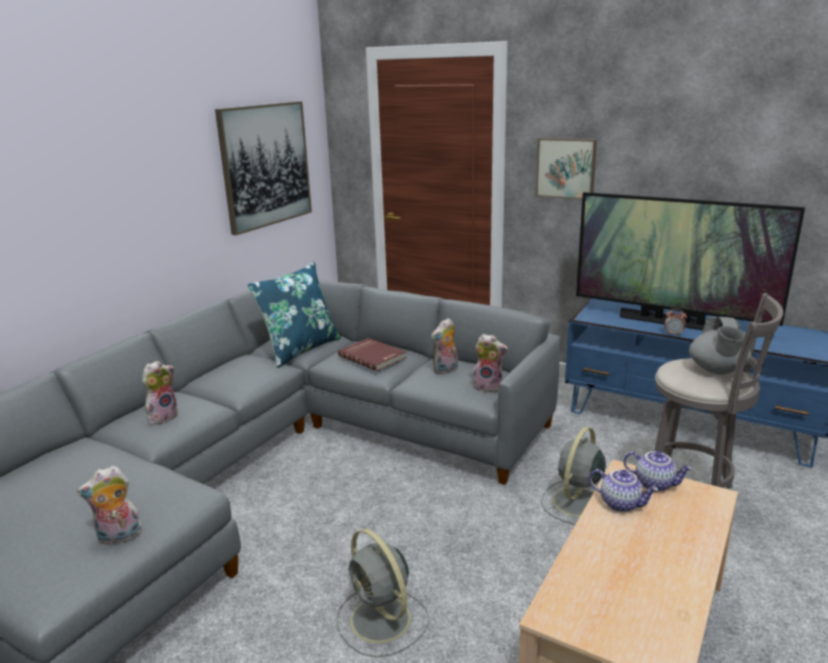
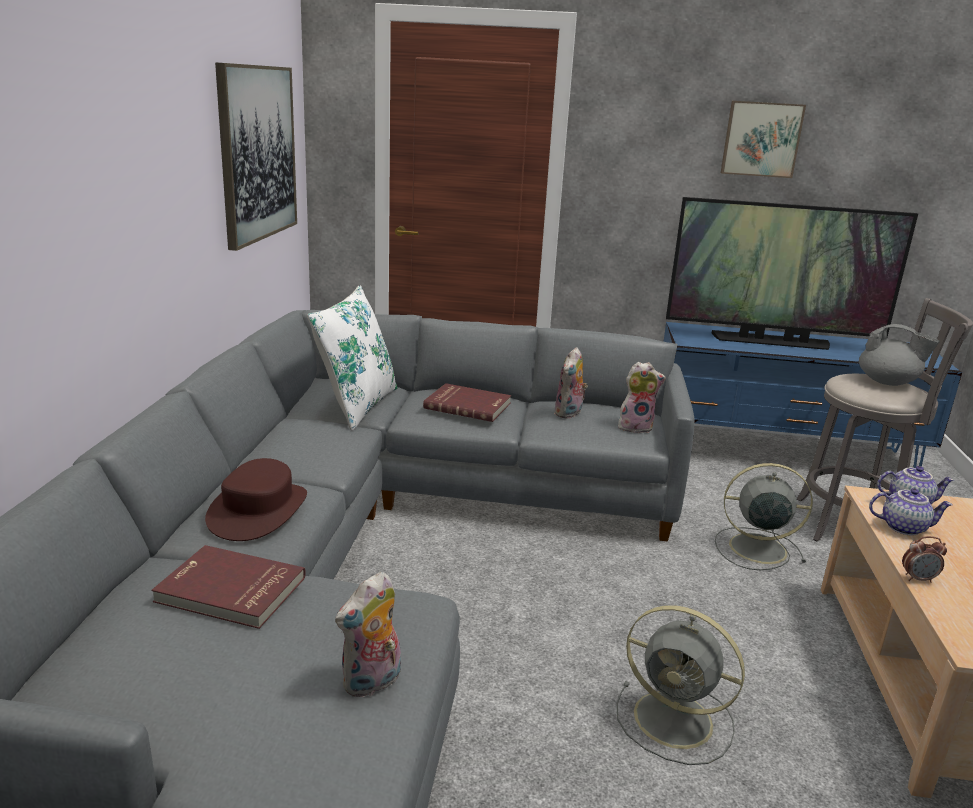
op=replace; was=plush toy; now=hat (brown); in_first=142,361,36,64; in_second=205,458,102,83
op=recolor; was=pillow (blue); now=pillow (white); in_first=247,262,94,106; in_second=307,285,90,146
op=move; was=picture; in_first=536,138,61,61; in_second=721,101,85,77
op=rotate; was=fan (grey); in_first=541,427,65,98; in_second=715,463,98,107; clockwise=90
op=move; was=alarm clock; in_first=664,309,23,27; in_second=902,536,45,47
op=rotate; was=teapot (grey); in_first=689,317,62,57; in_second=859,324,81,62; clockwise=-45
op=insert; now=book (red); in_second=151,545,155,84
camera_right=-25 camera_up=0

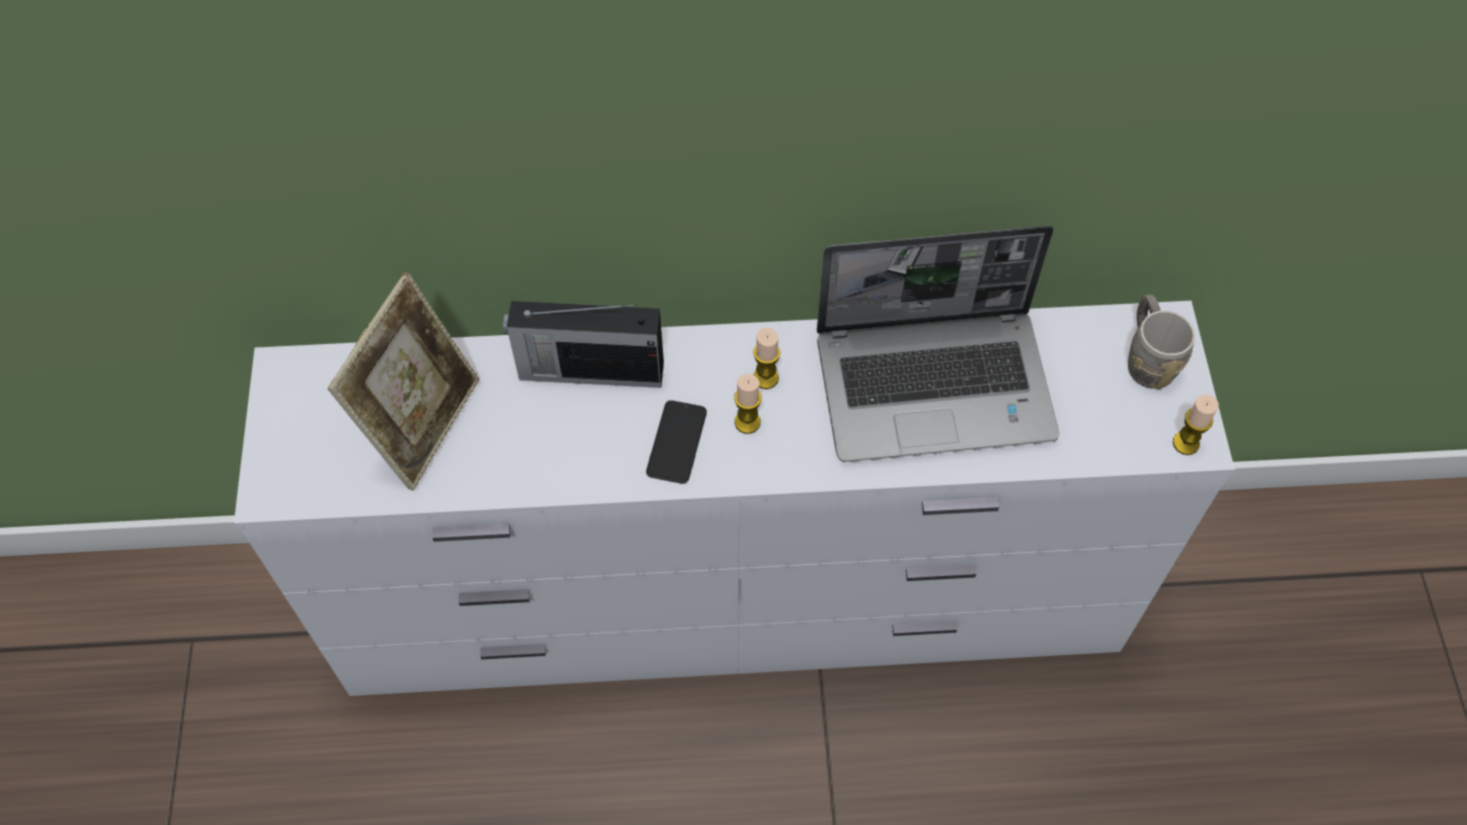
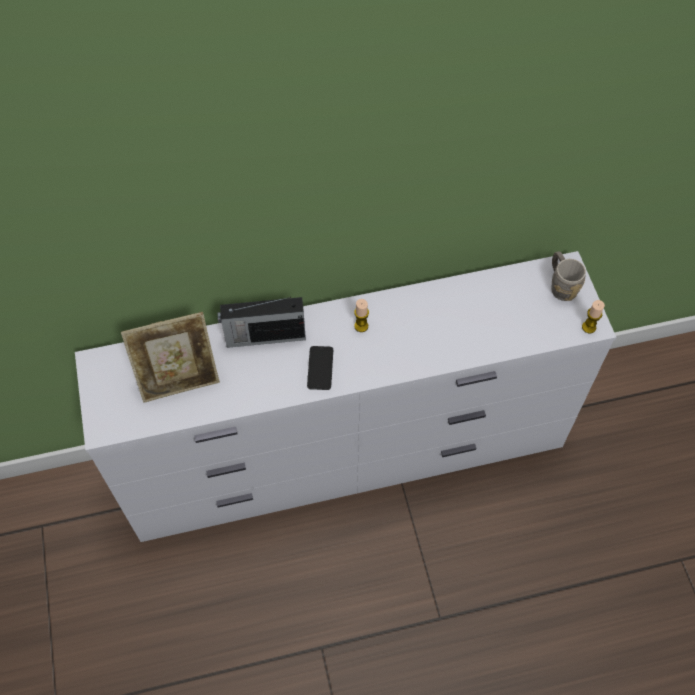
op=rotate; was=picture frame; in_first=327,273,152,217; in_second=121,312,99,91; clockwise=60
op=delete; was=candle; in_first=734,374,28,60
op=delete; was=laptop; in_first=817,226,242,236
camera_right=-10 camera_up=0

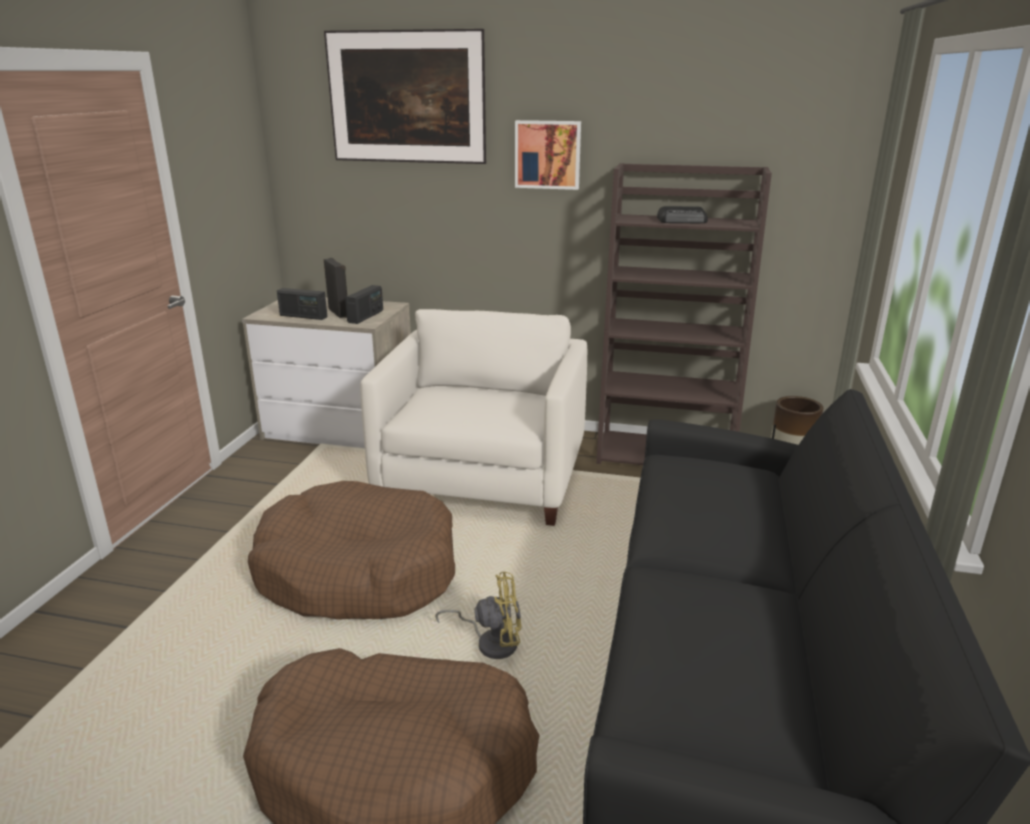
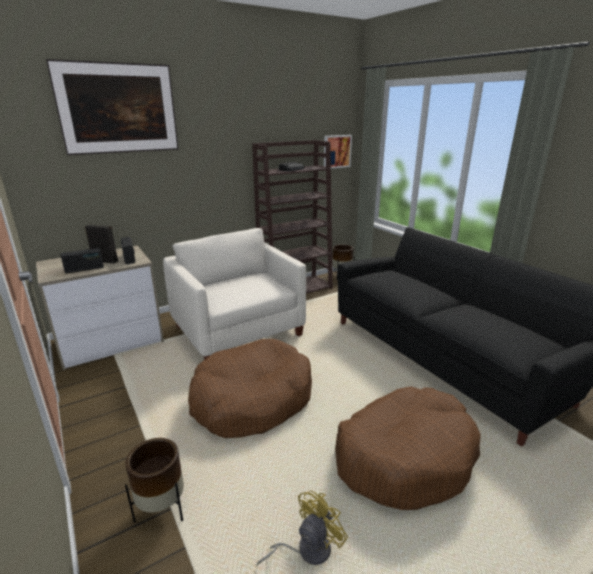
op=move; was=fan (yellow); in_first=435,572,87,87; in_second=257,491,91,75
op=move; was=picture; in_first=515,120,66,70; in_second=324,135,28,34
op=insert; now=planter (brown); in_second=125,438,59,85
camera_right=-45 camera_up=0

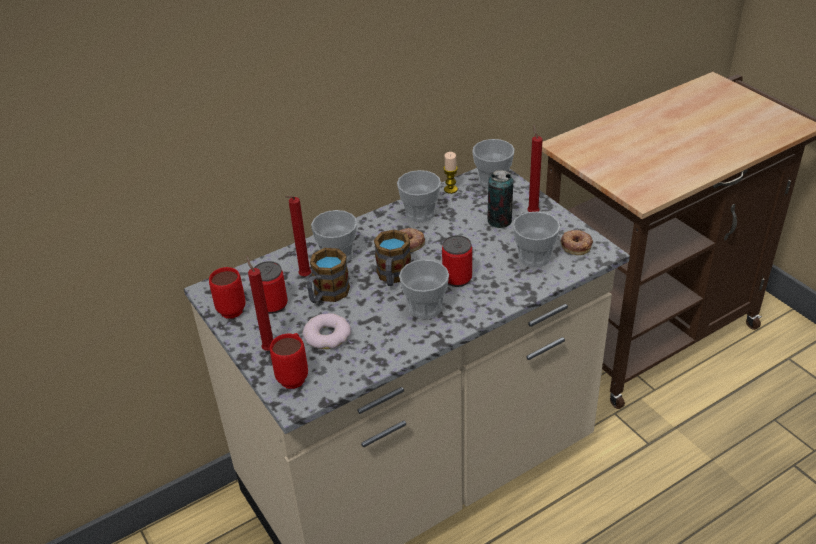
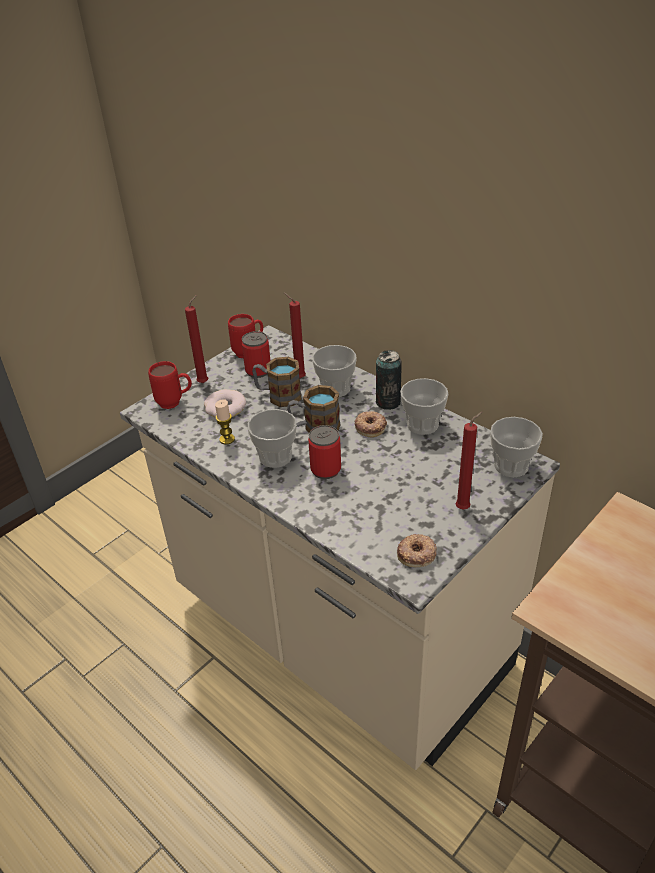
op=move; was=candle; in_first=443,152,15,42; in_second=215,399,20,46
op=move; was=can; in_first=487,170,26,58; in_second=376,350,26,60
op=delete; was=cup; in_first=512,212,48,56
camera_right=75 camera_up=0

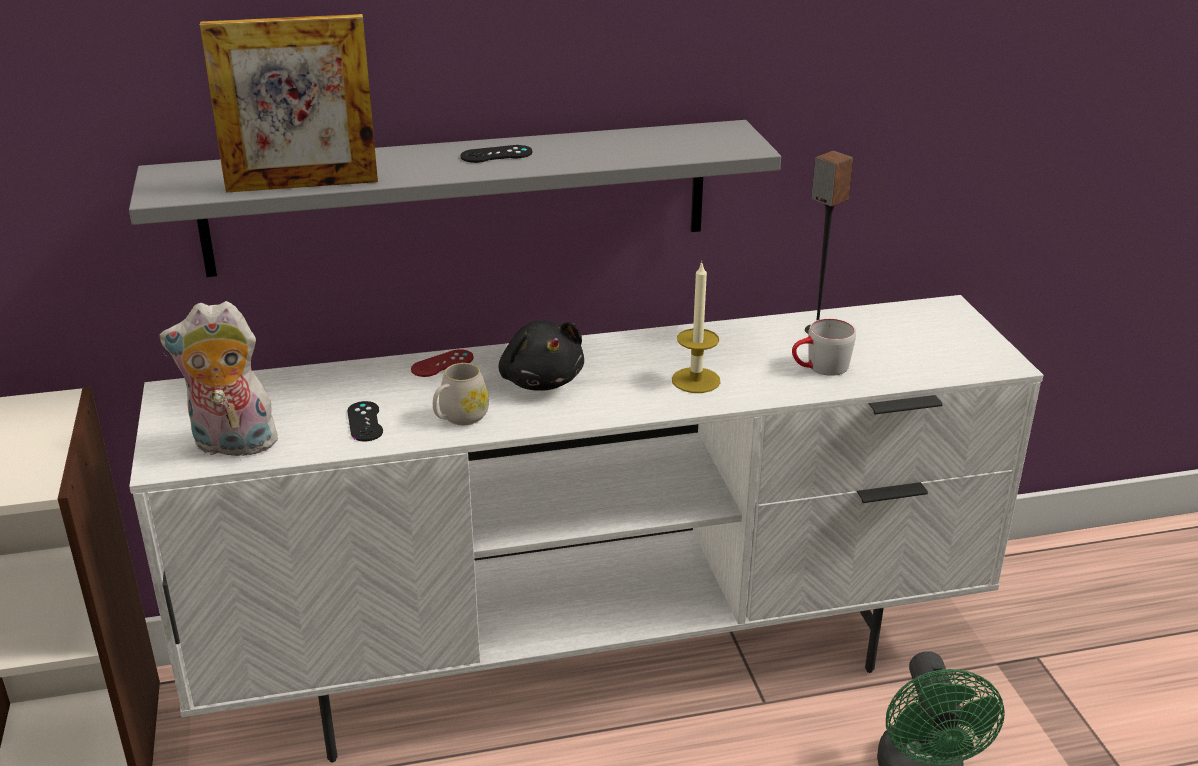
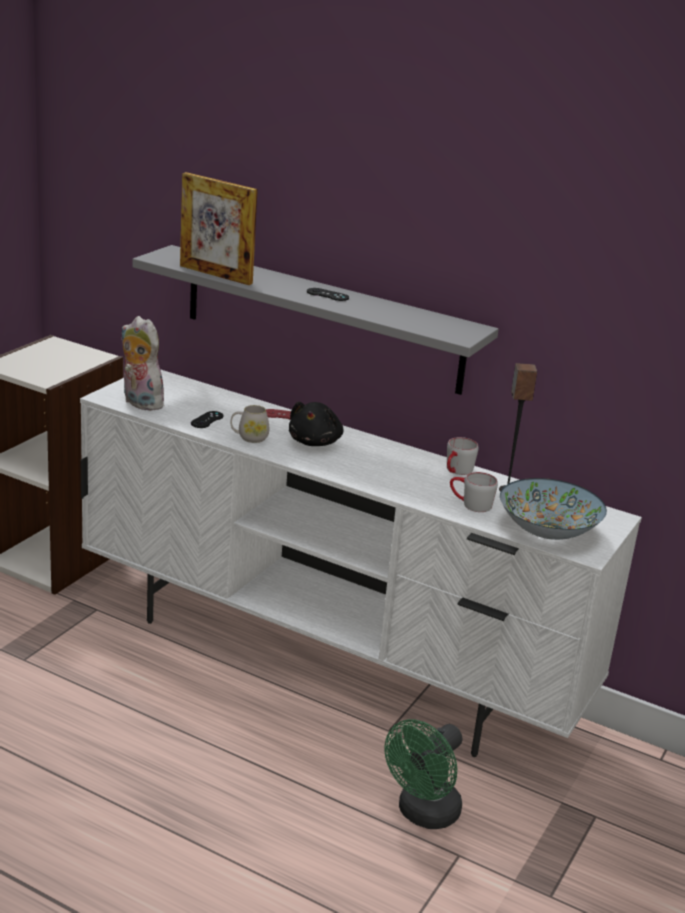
op=delete; was=candle; in_first=672,263,49,130
op=insert; now=mug (grey); in_second=447,437,32,38
op=insert; now=bowl; in_second=500,478,107,62
camera_right=40 camera_up=-5

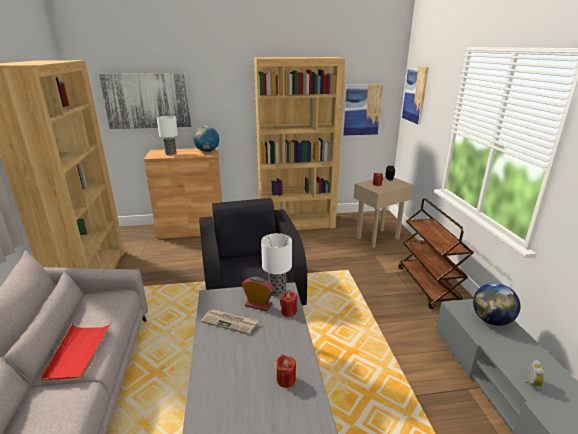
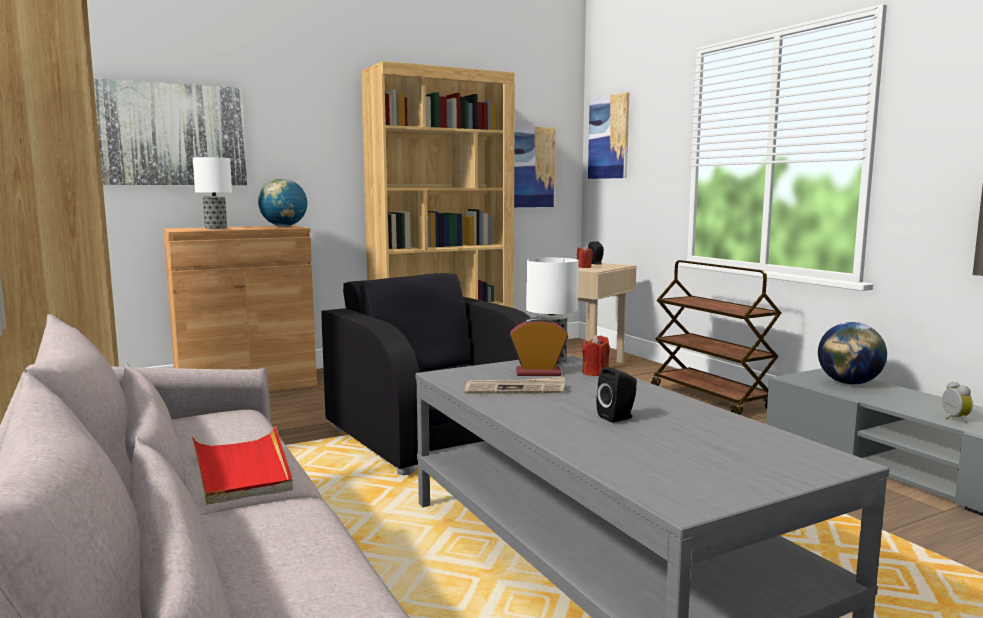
op=delete; was=candle (red); in_first=277,355,19,33
op=insert; now=speaker (black); in_second=596,367,41,56
camera_right=-20 camera_up=-15

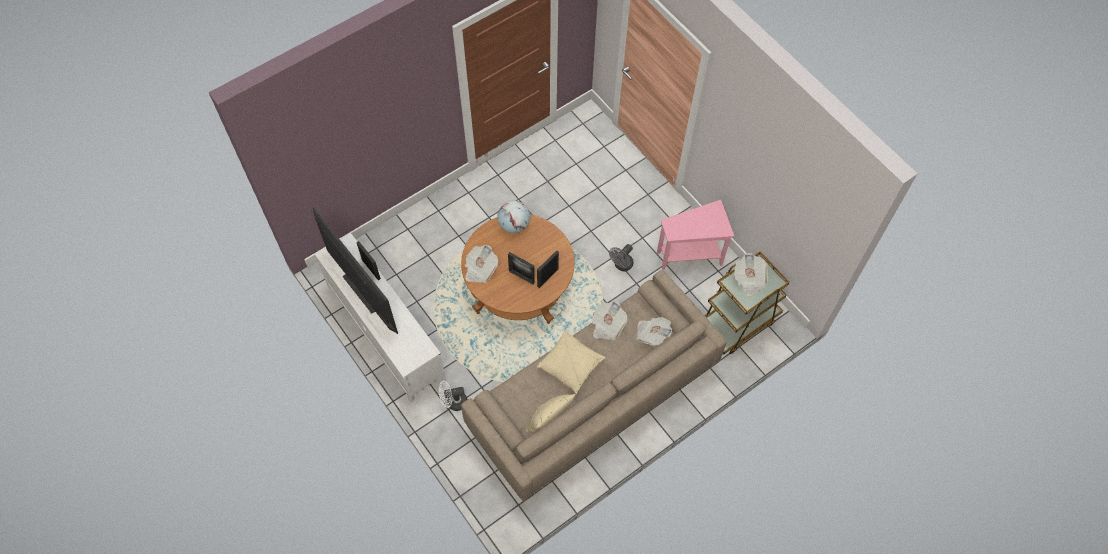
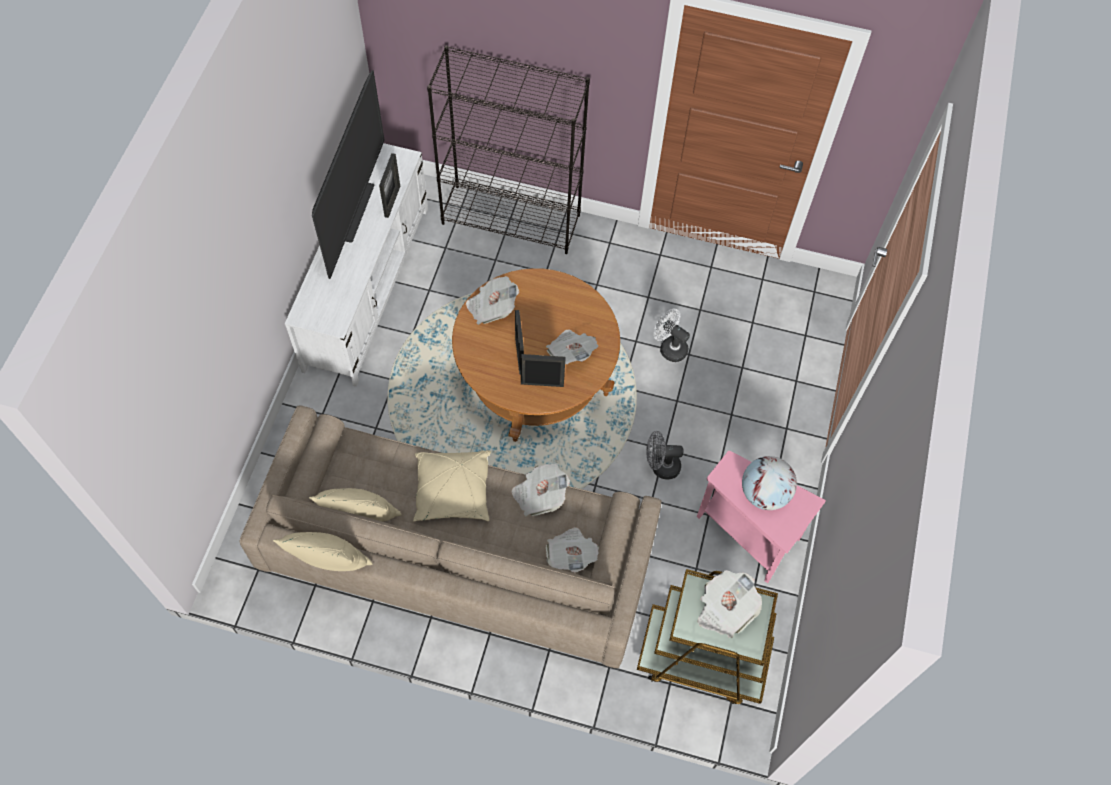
op=move; was=fan (white); in_first=439,381,28,30; in_second=654,309,36,53
op=move; was=globe; in_first=497,201,33,32; in_second=742,456,55,54
op=insert; now=pillow (beige); in_second=273,532,100,39
op=insert; now=bookcase (black); in_second=427,46,163,208
op=insert; now=newspaper; in_second=546,329,52,35
camera_right=50 camera_up=0

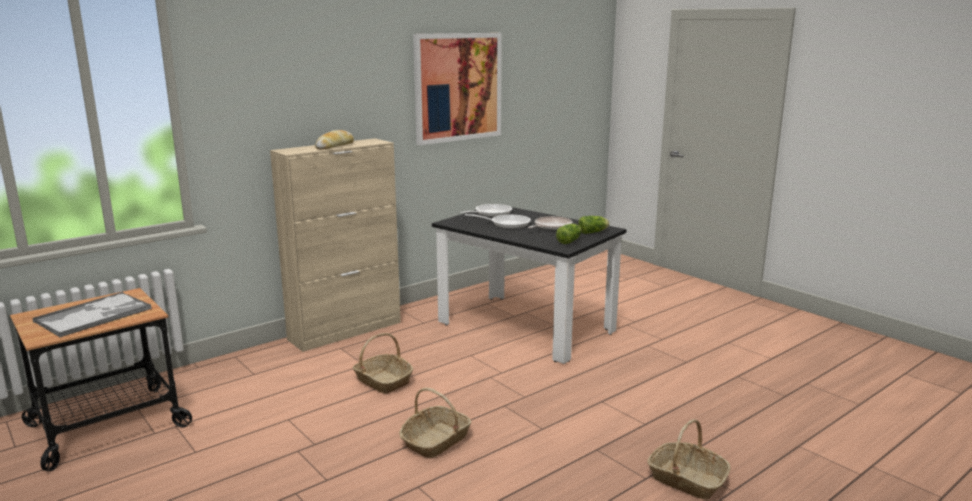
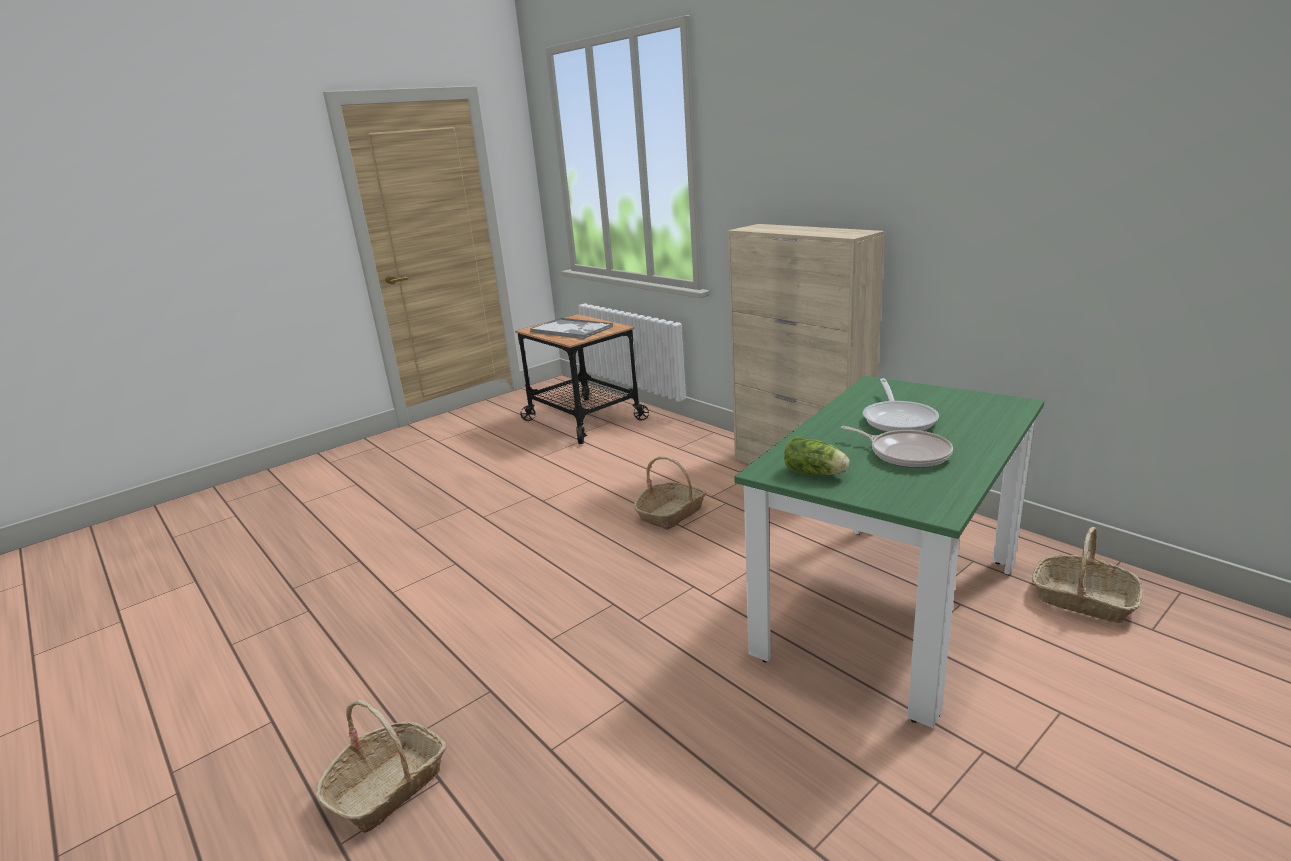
op=delete; was=bread; in_first=315,130,39,20
op=move; was=basket; in_first=399,387,72,71; in_second=1032,527,111,96
op=delete; was=picture; in_first=413,33,89,112
op=recolor; was=dining table (black); now=dining table (green); in_first=432,207,195,157; in_second=734,376,310,352
op=delete; was=frying pan; in_first=460,204,52,13
op=delete; was=lettuce; in_first=578,216,32,18
camera_right=90 camera_up=5

